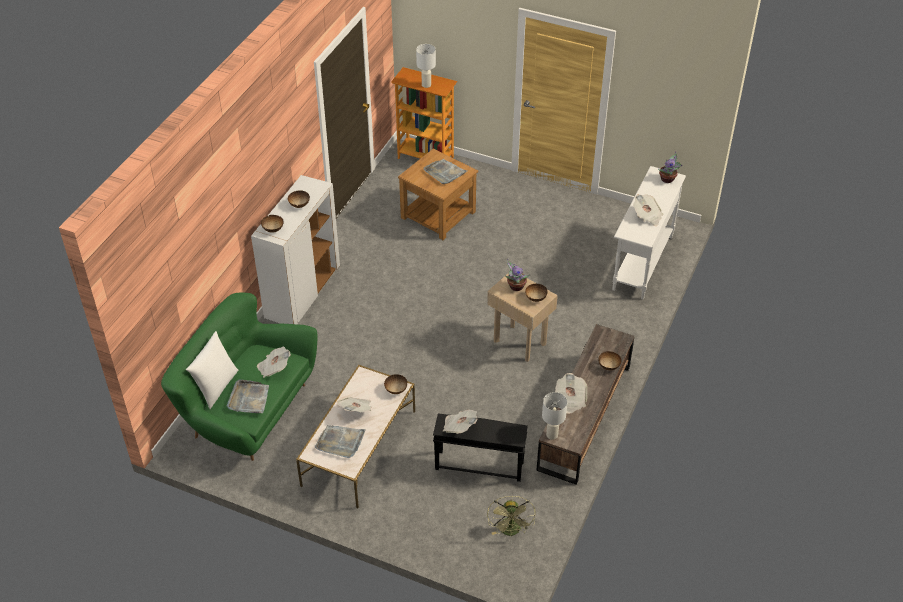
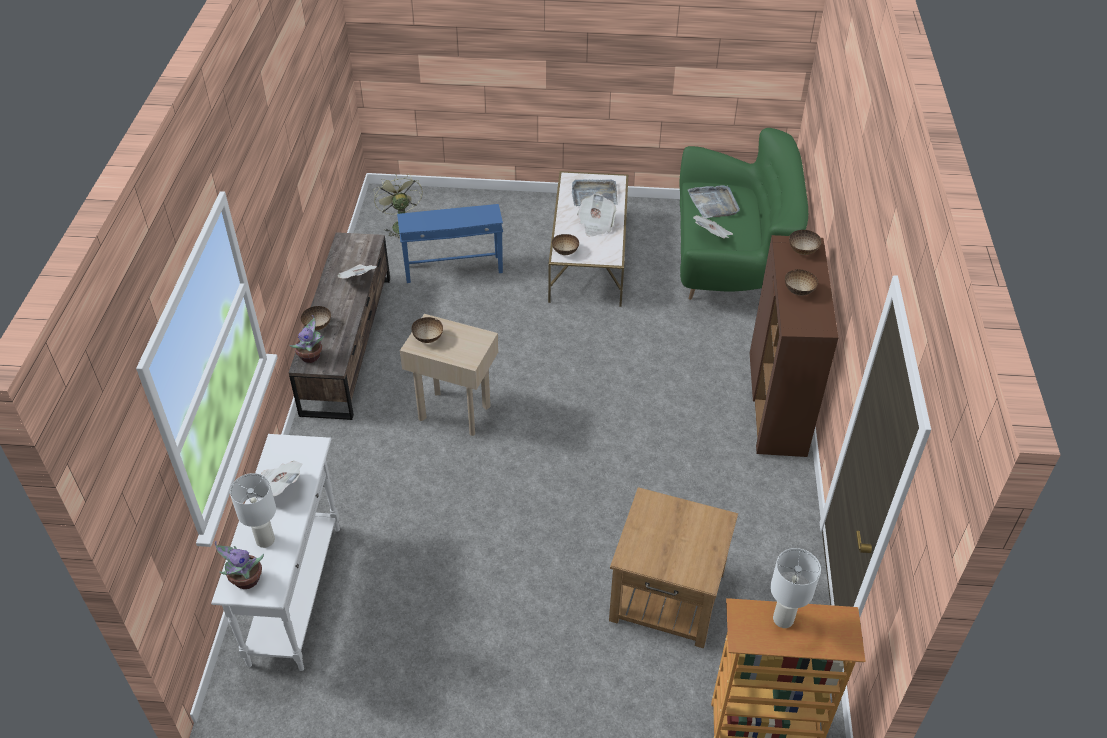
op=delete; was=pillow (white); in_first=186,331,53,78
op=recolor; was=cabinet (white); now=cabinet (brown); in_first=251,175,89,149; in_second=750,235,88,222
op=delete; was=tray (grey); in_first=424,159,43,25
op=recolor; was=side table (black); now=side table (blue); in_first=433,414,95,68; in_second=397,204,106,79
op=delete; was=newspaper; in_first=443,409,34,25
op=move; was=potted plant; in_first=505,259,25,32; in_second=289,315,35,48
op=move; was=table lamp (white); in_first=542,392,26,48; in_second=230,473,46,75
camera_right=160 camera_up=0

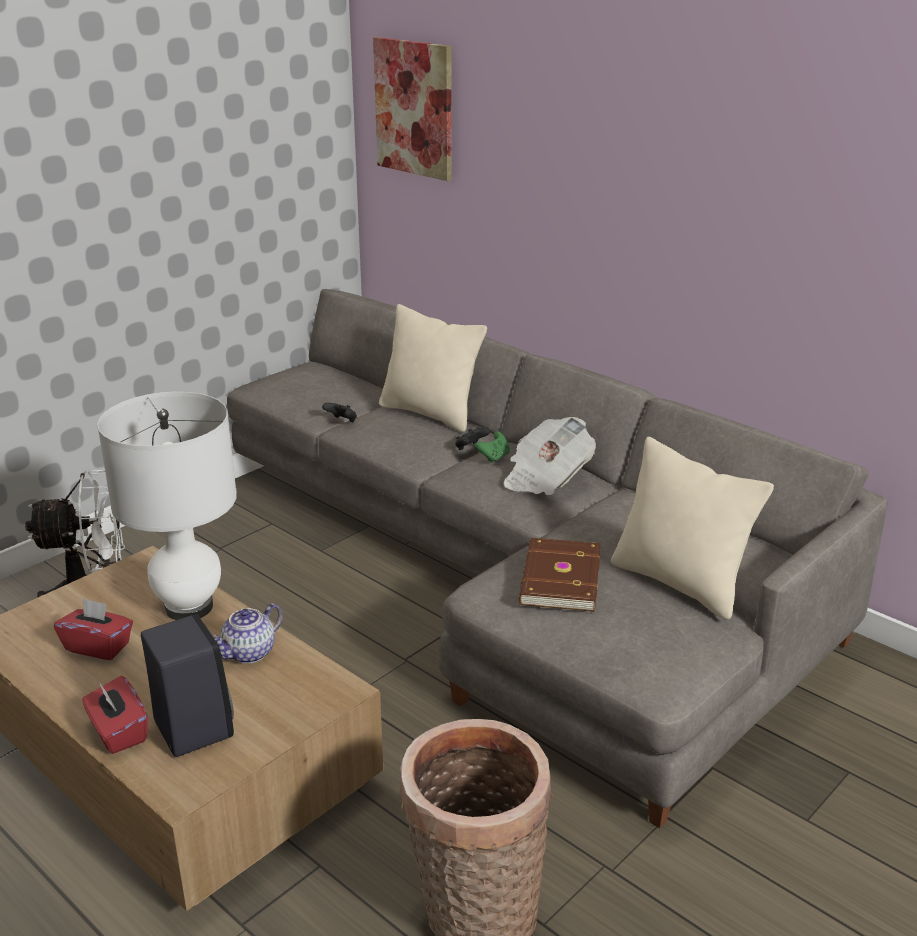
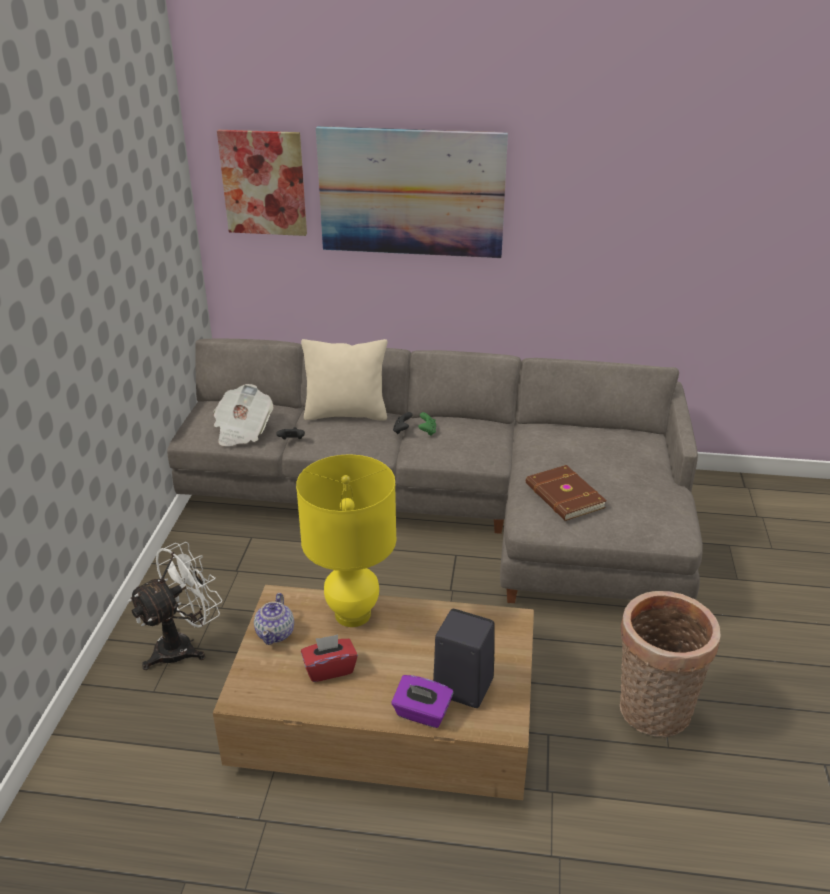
op=recolor; was=tissue box (red); now=tissue box (purple); in_first=82,676,66,78; in_second=391,675,62,53
op=recolor; was=table lamp (white); now=table lamp (yellow); in_first=97,392,140,228; in_second=296,454,101,173
op=move; was=teapot; in_first=213,604,70,60; in_second=254,593,40,52
op=move; was=newspaper; in_first=503,417,93,78; in_second=213,384,60,62
op=delete; was=pillow (beige); in_first=611,437,163,183
op=insert; now=picture; in_second=316,126,192,132
camera_right=-35 camera_up=5

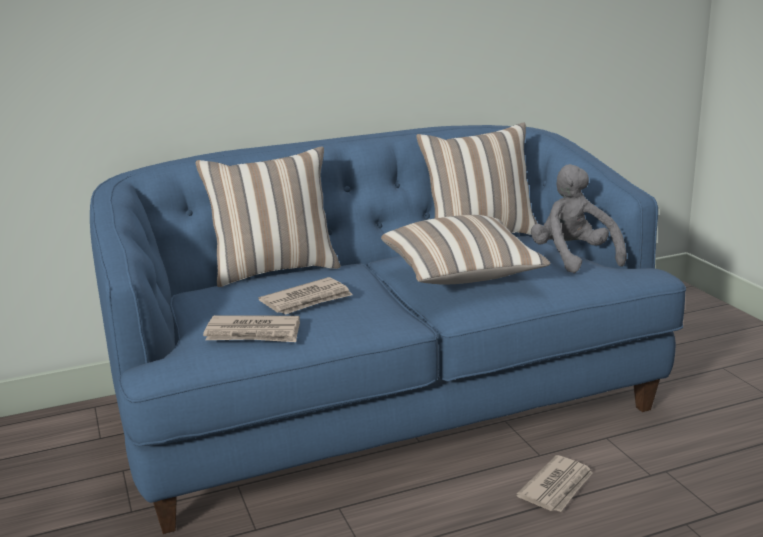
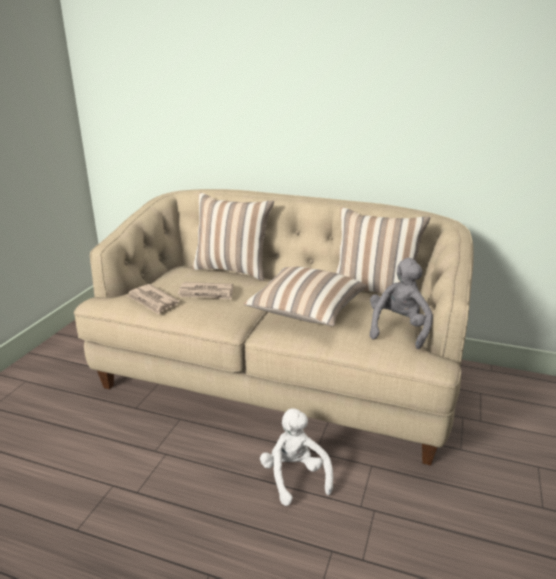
op=recolor; was=sofa (blue); now=sofa (beige); in_first=90,125,596,409; in_second=74,189,400,276
op=replace; was=newspaper; now=plush toy (white); in_first=516,455,77,57; in_second=260,408,73,98
camera_right=40 camera_up=5

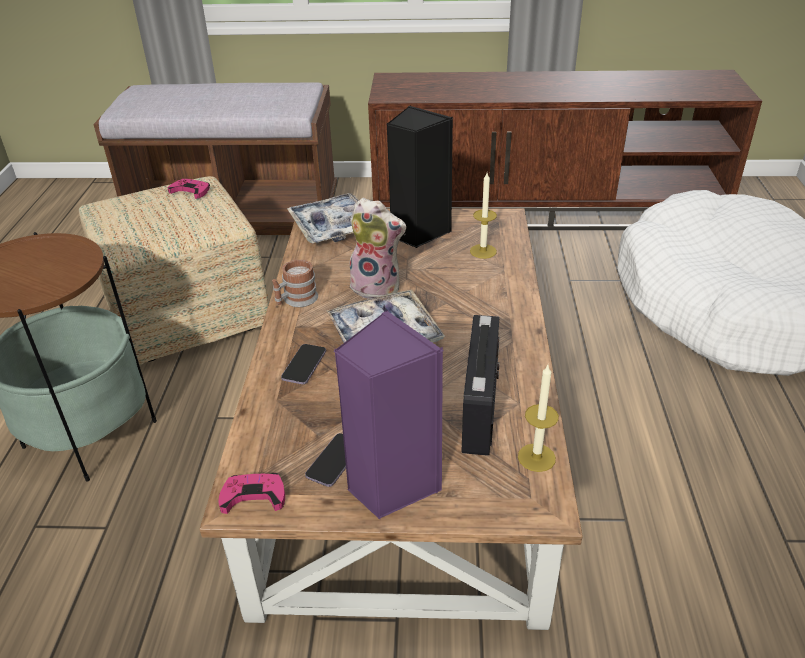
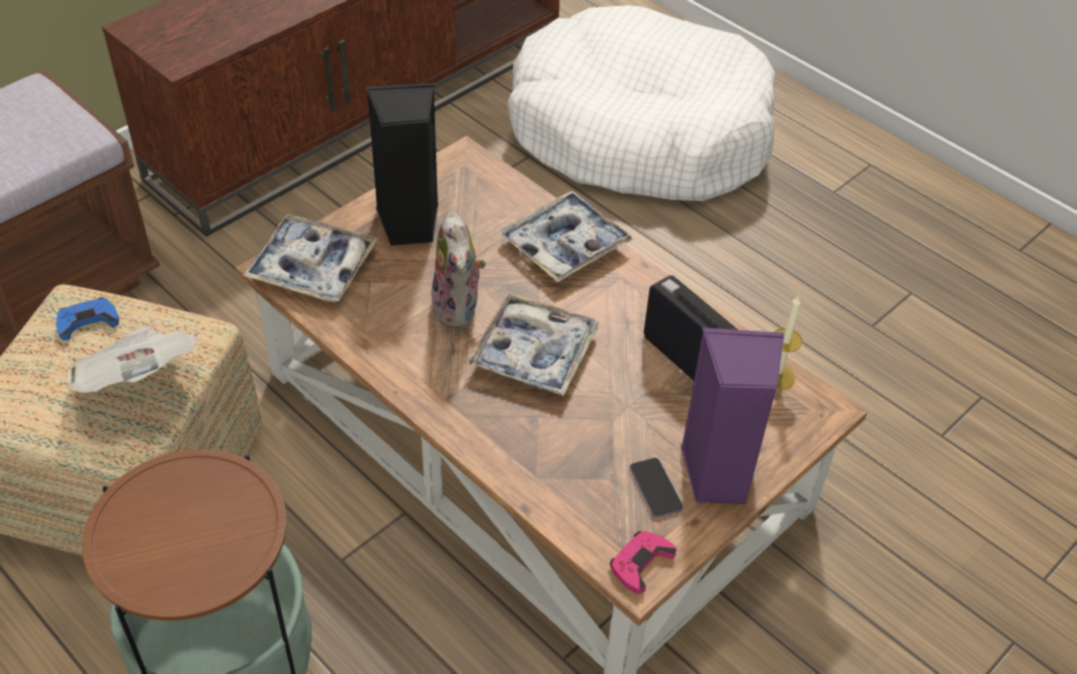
op=recolor; was=game controller (pink); now=game controller (blue); in_first=168,179,42,20; in_second=56,297,63,43
op=delete; was=mug; in_first=272,259,46,48
op=delete; was=phone; in_first=281,344,45,40
op=rotate; was=plush toy; in_first=350,198,56,101; in_second=431,211,55,117; clockwise=105
op=delete; was=candle; in_first=470,173,27,86
op=insert; now=newspaper; in_second=66,326,132,67
op=insert; now=tray; in_second=499,191,135,91
camera_right=-50 camera_up=10

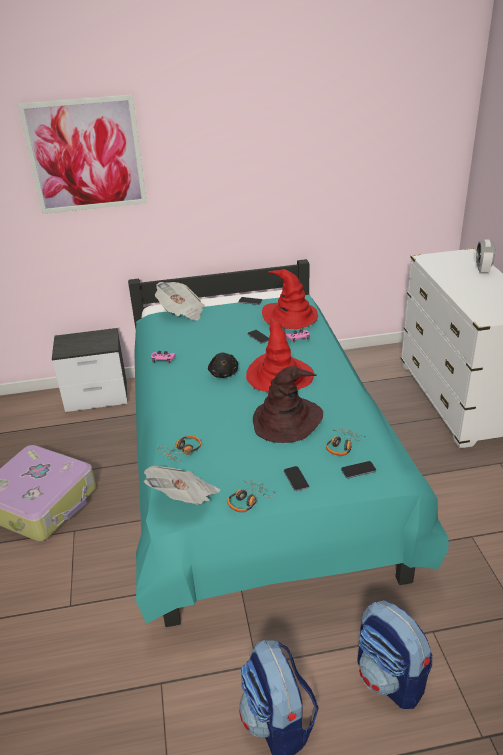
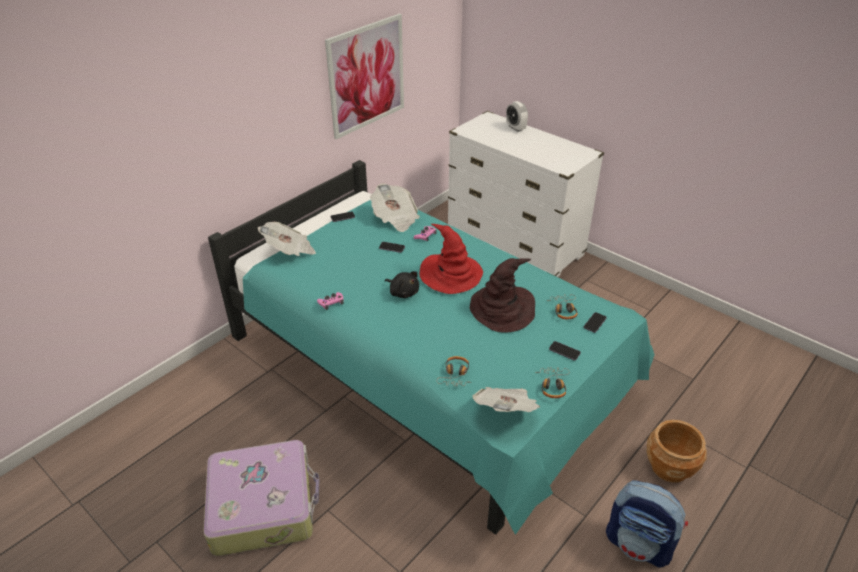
op=move; was=picture; in_first=18,94,129,120; in_second=325,14,79,125
op=delete; was=nightstand; in_first=52,328,76,84
op=replace; was=hat (red); now=newspaper; in_first=262,269,56,60; in_second=370,183,50,49
op=replace; was=backpack; now=planter (brown); in_first=357,600,75,109; in_second=646,420,61,63
camera_right=-40 camera_up=5

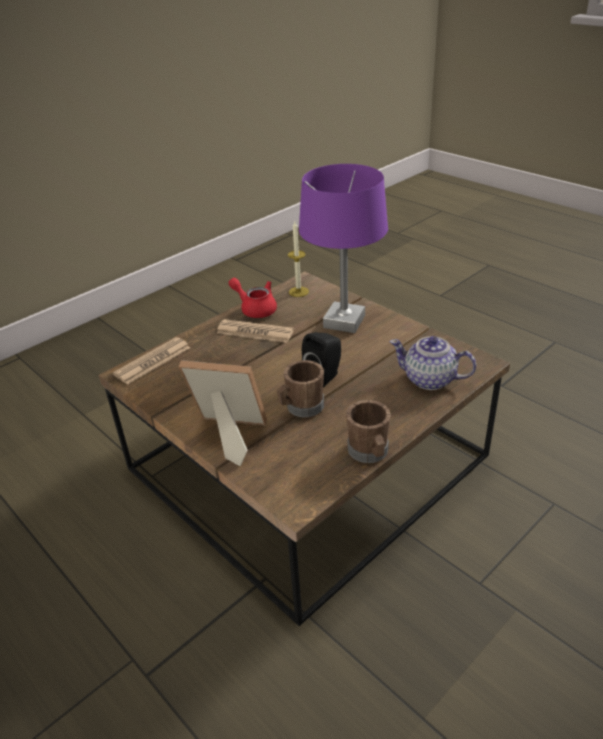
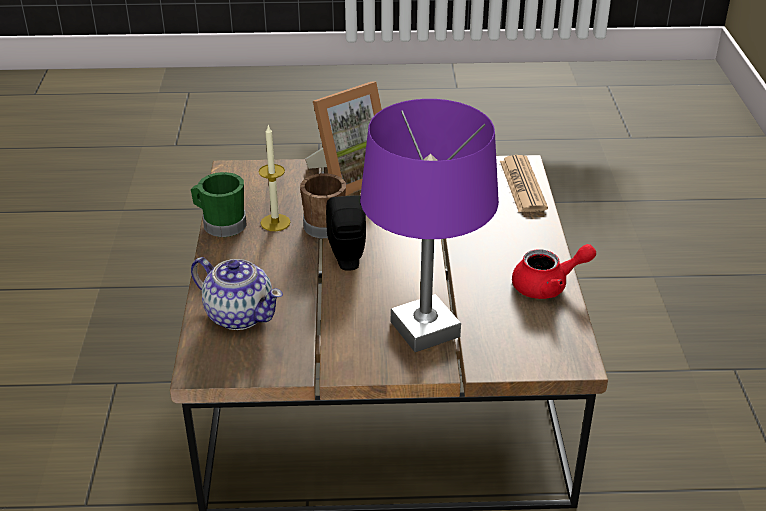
op=delete; was=newspaper; in_first=216,319,78,24
op=move; was=candle; in_first=288,221,21,76; in_second=259,125,31,106
op=recolor; was=mug (brown); now=mug (green); in_first=346,400,45,63; in_second=191,172,56,65
op=rotate; was=teapot; in_first=390,336,86,54; in_second=191,257,92,73; clockwise=60
camera_right=130 camera_up=0

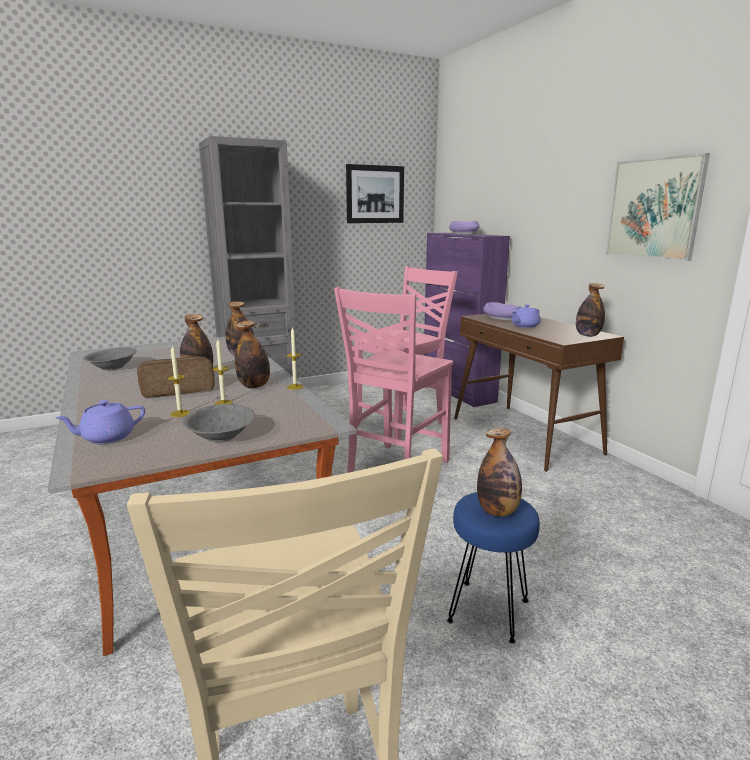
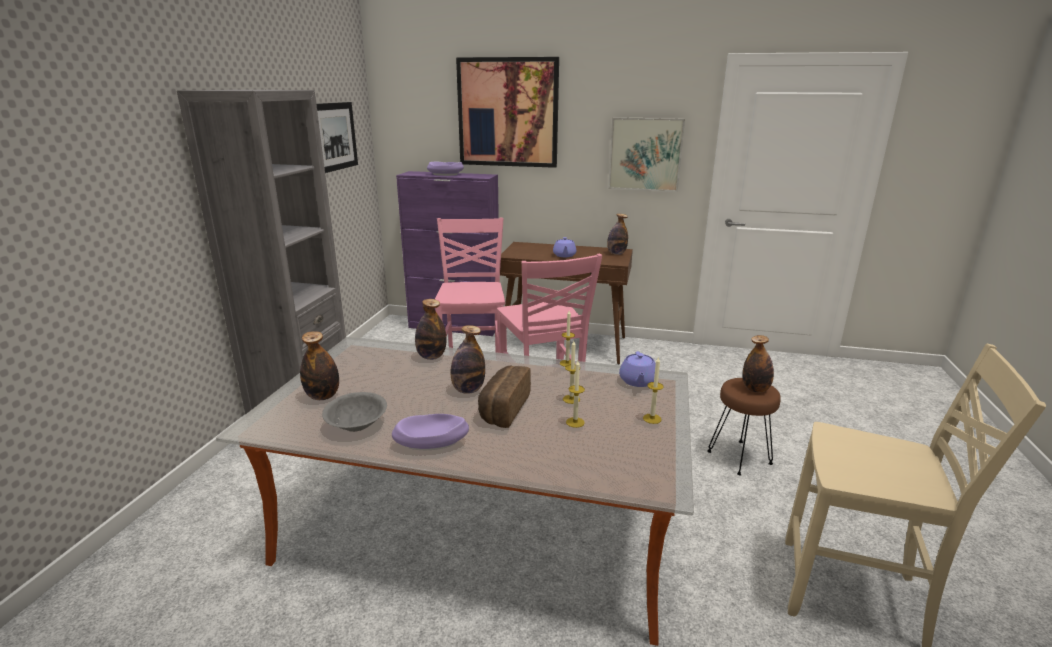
op=move; was=teapot (purple); in_first=55,400,90,44; in_second=619,351,37,36
op=replace; was=bowl (grey); now=candle; in_first=182,404,73,38; in_second=643,356,21,68
op=move; was=bottle; in_first=235,321,35,67; in_second=300,331,39,69
op=recolor; was=stool (blue); now=stool (brown); in_first=447,492,93,152; in_second=707,378,74,97
op=move; was=bowl (purple); in_first=483,302,38,18; in_second=392,414,77,36
op=insert; now=picture; in_second=456,57,103,111
camera_right=-50 camera_up=5

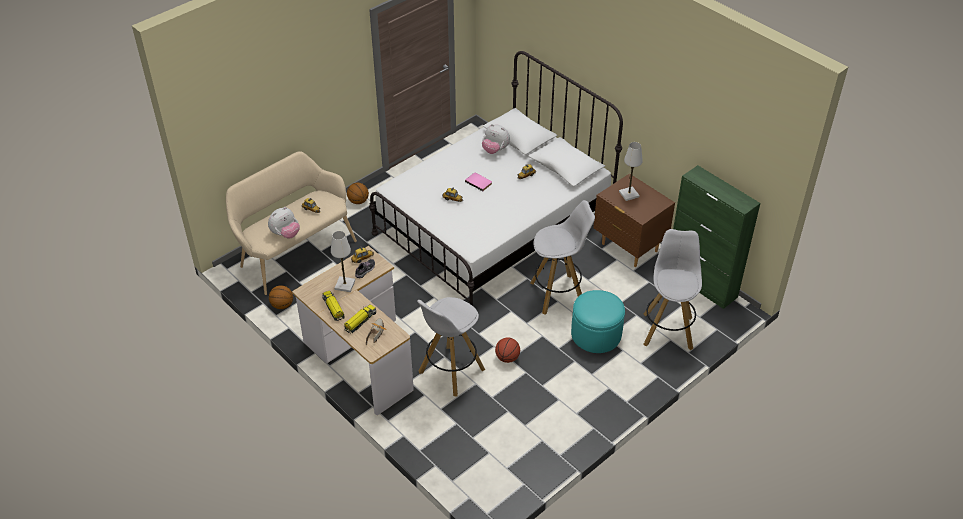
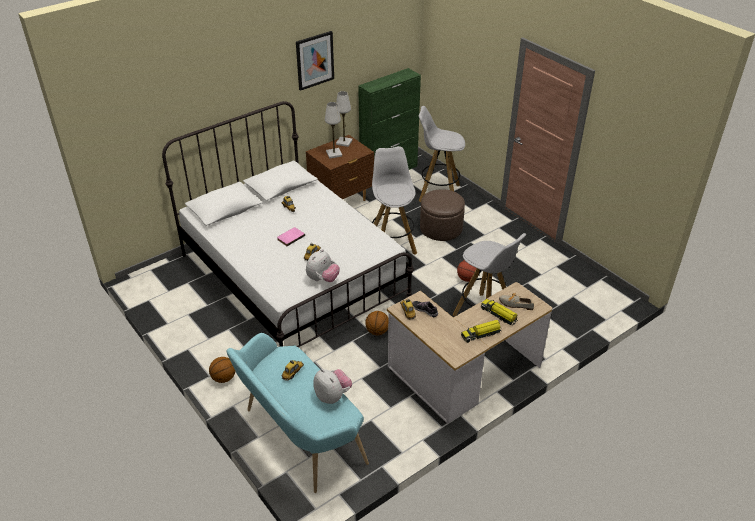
op=recolor; was=bench (beige); now=bench (turquoise); in_first=226,151,131,144; in_second=226,333,143,160
op=move; was=basketball; in_first=269,285,24,24; in_second=365,311,23,24
op=move; was=table lamp (white); in_first=331,231,24,61; in_second=336,91,17,56
op=move; was=plush toy; in_first=482,124,28,30; in_second=306,249,34,33
op=recolor; was=ottoman (turquoise); now=ottoman (brown); in_first=571,290,54,63; in_second=420,189,45,52
op=insert; now=picture; in_second=296,31,38,60
camera_right=-85 camera_up=-5

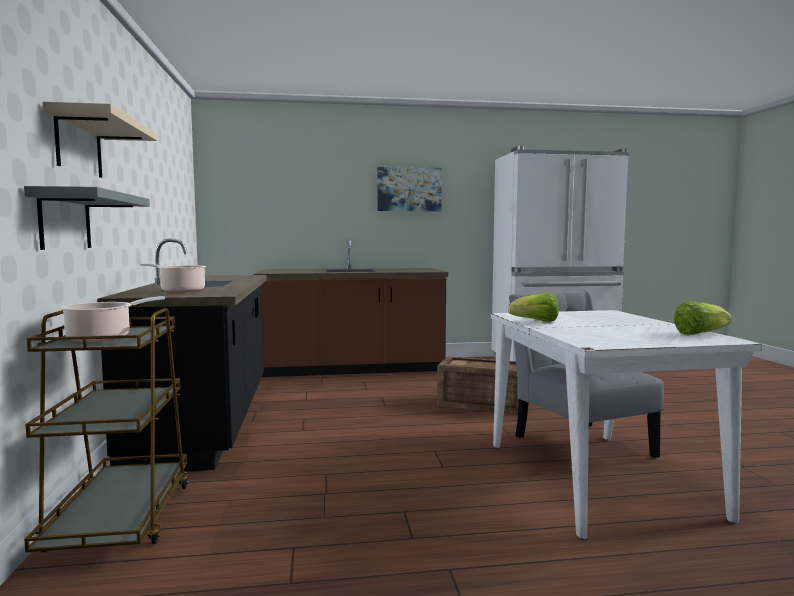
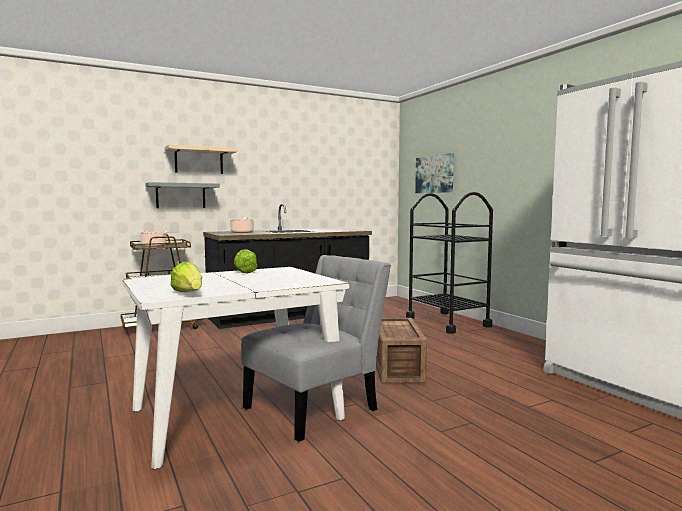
op=replace; was=counter (brown); now=cart (black); in_first=253,238,195,139; in_second=406,192,87,142
op=move; was=picture; in_first=377,167,65,44; in_second=415,153,39,40
camera_right=70 camera_up=0

